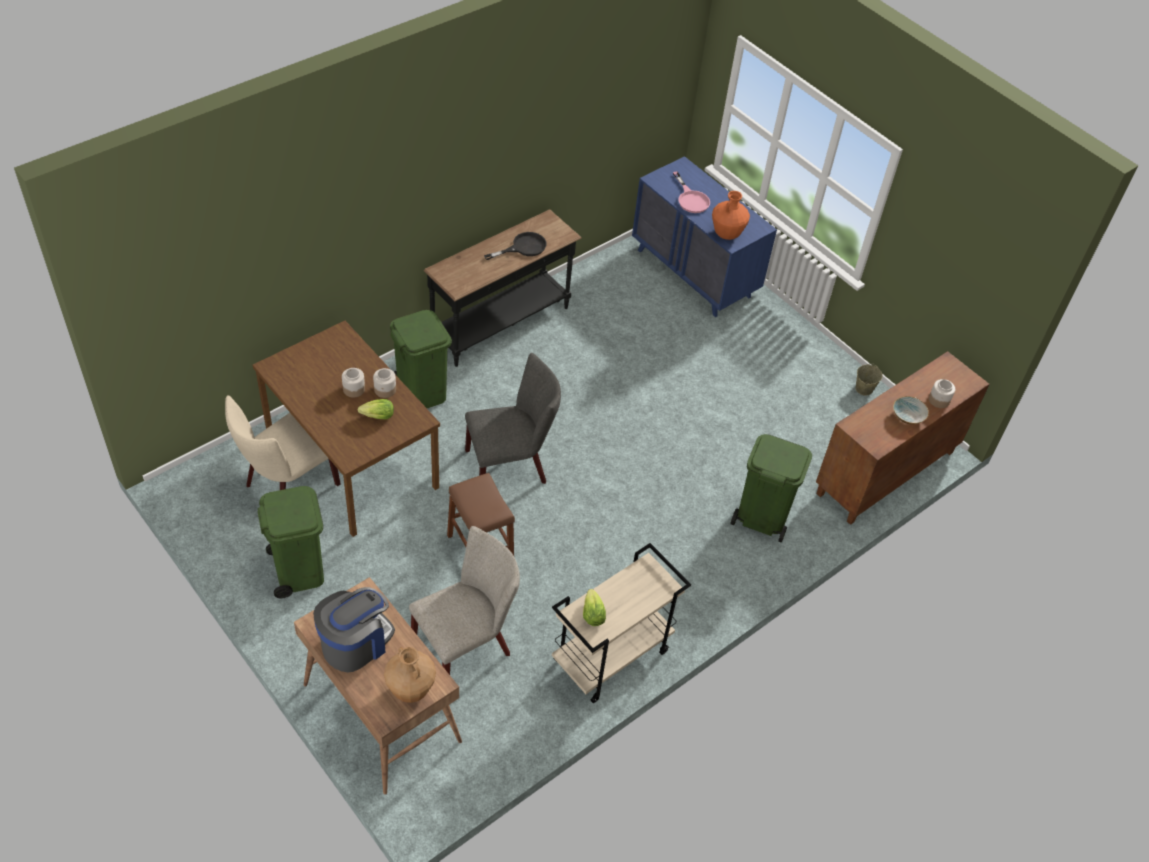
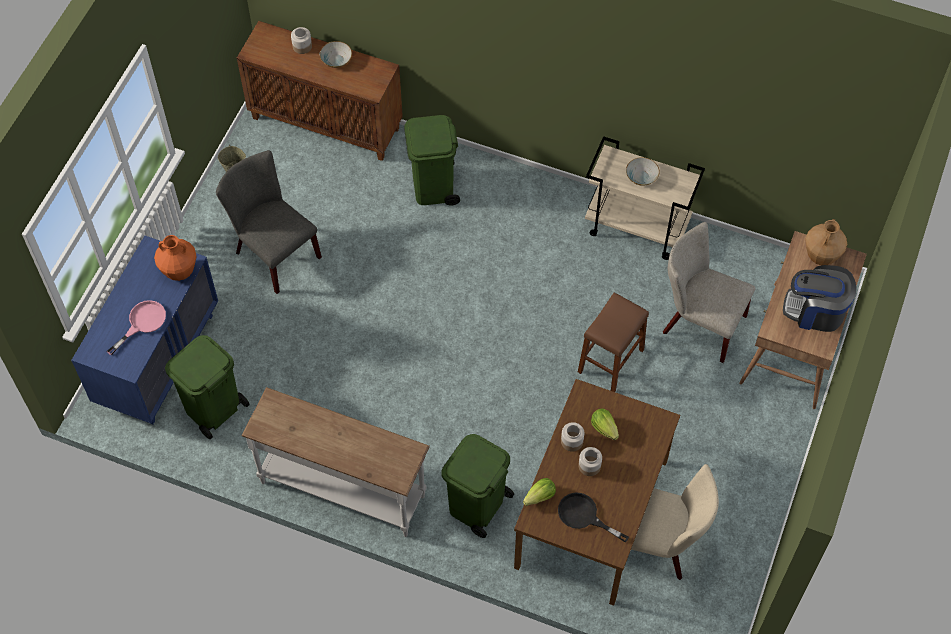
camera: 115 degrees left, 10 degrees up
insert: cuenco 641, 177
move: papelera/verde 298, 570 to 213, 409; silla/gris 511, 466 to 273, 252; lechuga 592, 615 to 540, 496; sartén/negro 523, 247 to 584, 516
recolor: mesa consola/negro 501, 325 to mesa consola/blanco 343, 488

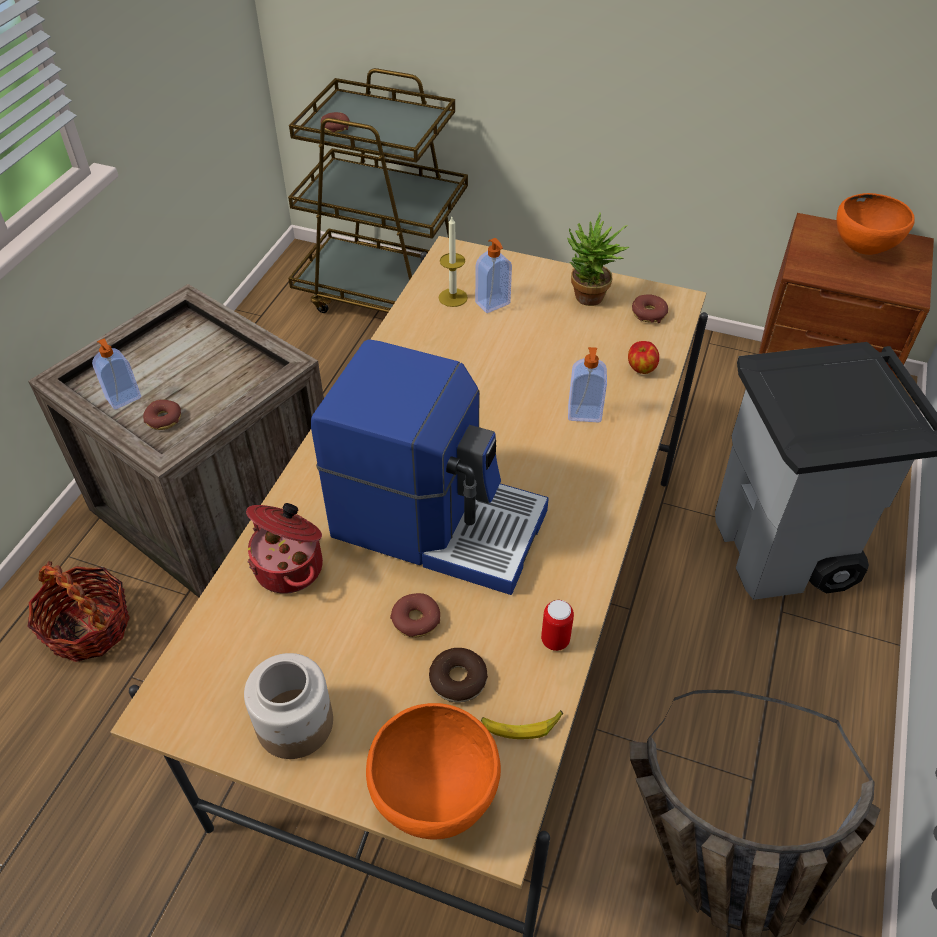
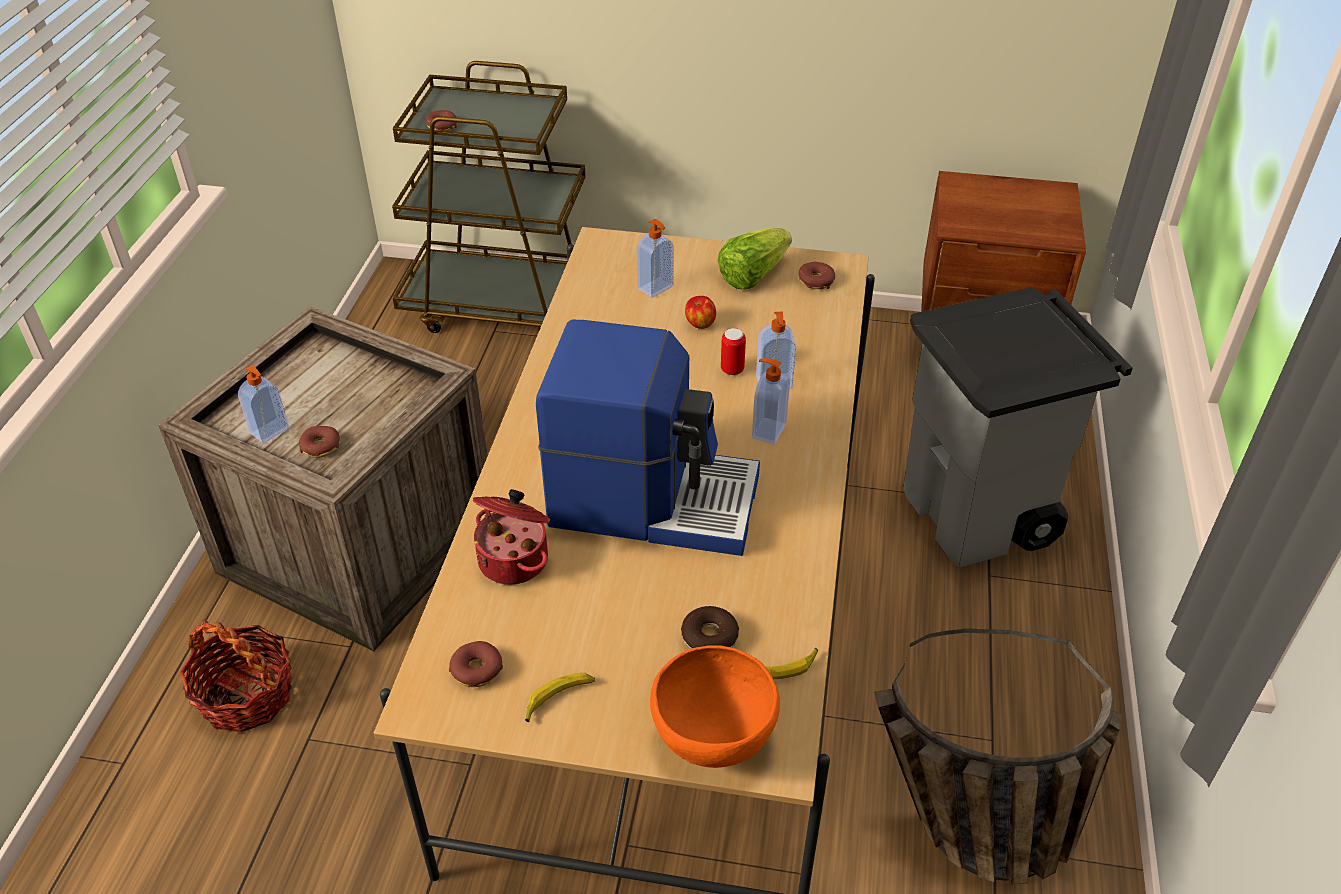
camera: 10 degrees left, 5 degrees down
delete: vela 453, 297; cuenco/naranja 863, 249
insert: dispensador de jabón 767, 431
move: rosquilla 416, 620 to 476, 670; manzana 641, 369 to 700, 324; lata 555, 640 to 732, 370
replace: tarro 294, 724 to plátano 558, 699; planta en maceta 588, 301 to lechuga 752, 275

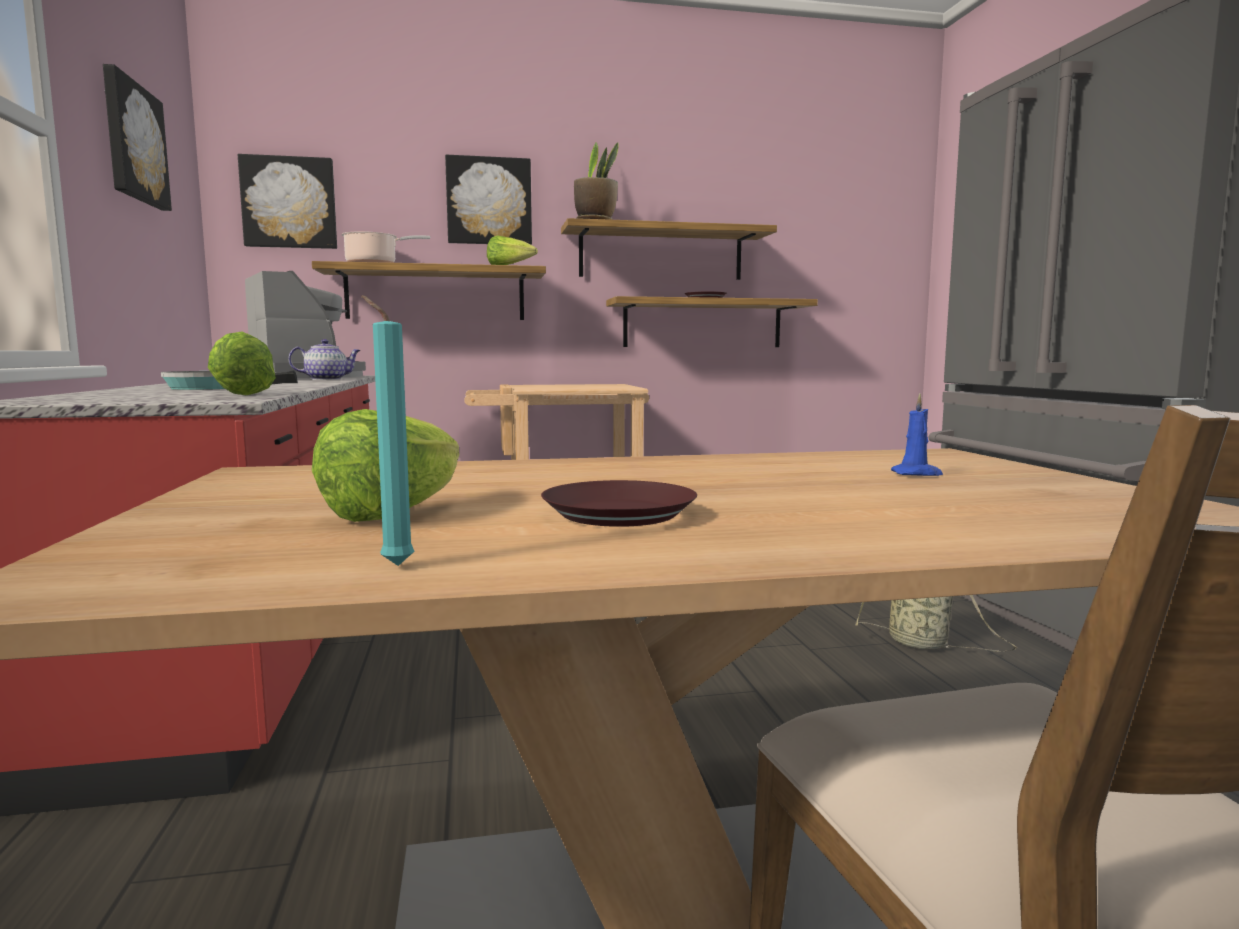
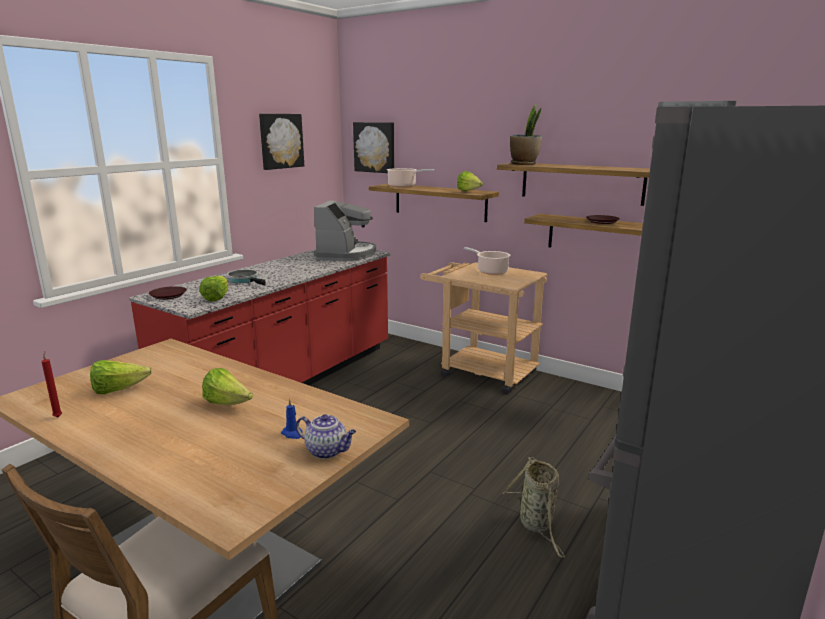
camera: 45 degrees right, 10 degrees up
delete: cuadro 489, 201
insert: lechuga 228, 403; olla 490, 271
move: plato/marrón 618, 514 to 168, 296; tetera 327, 379 to 327, 451
recolor: vela/turquesa 393, 565 to vela/rojo 58, 416

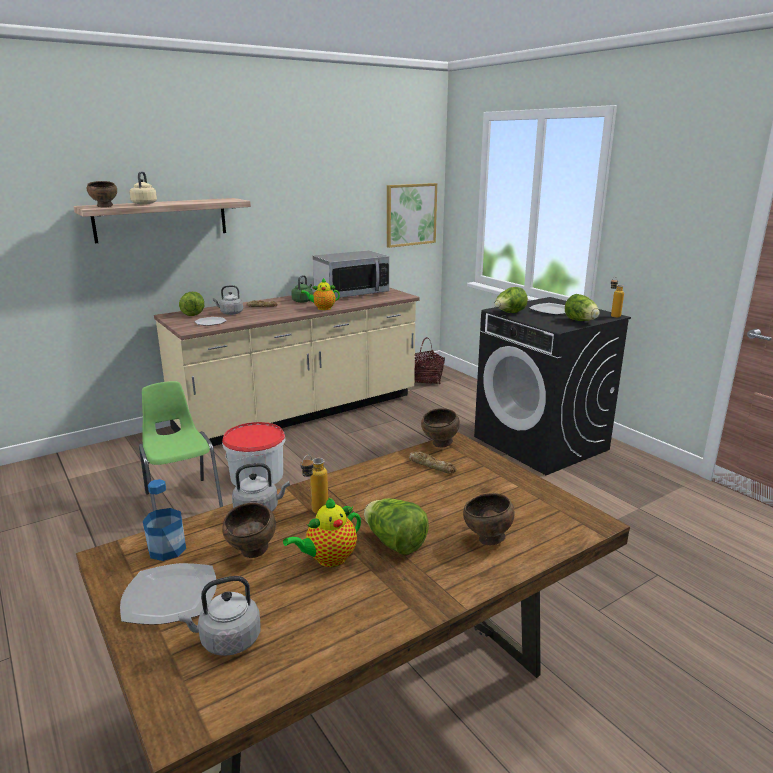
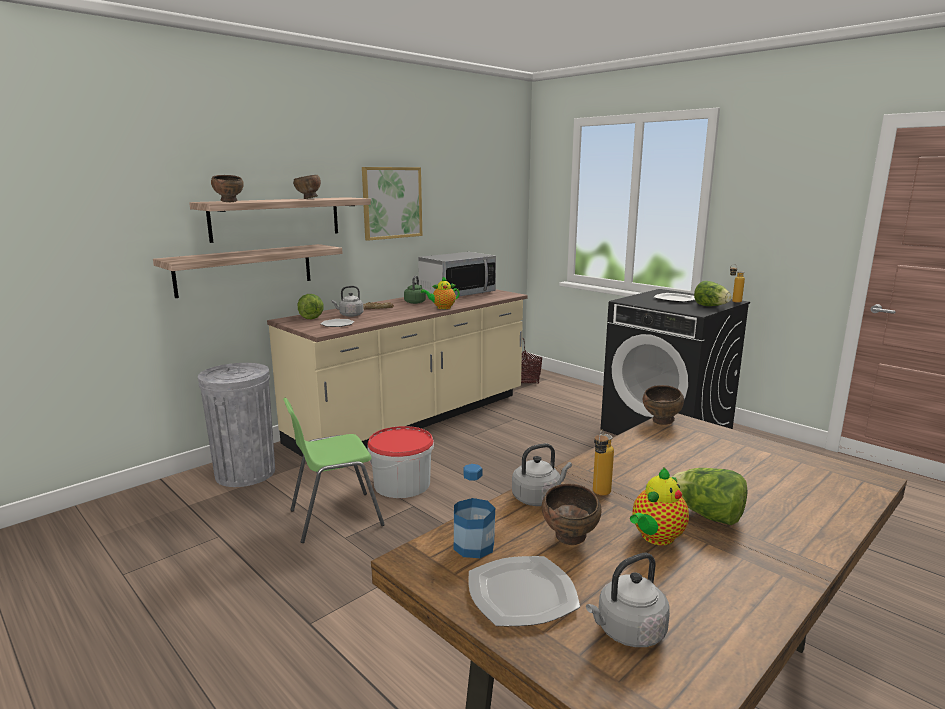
camera: 10 degrees left, 5 degrees down
delete: hervidor/beis 145, 203; pan 432, 466; lechuga 509, 313
insert: estante 245, 269; papelera/gris 245, 473
move: cuenco/marrón 487, 540 to 308, 199; cuadro 410, 214 to 392, 203
rotate: silla/verde 183, 502 = 335, 517 75 degrees counterclockwise

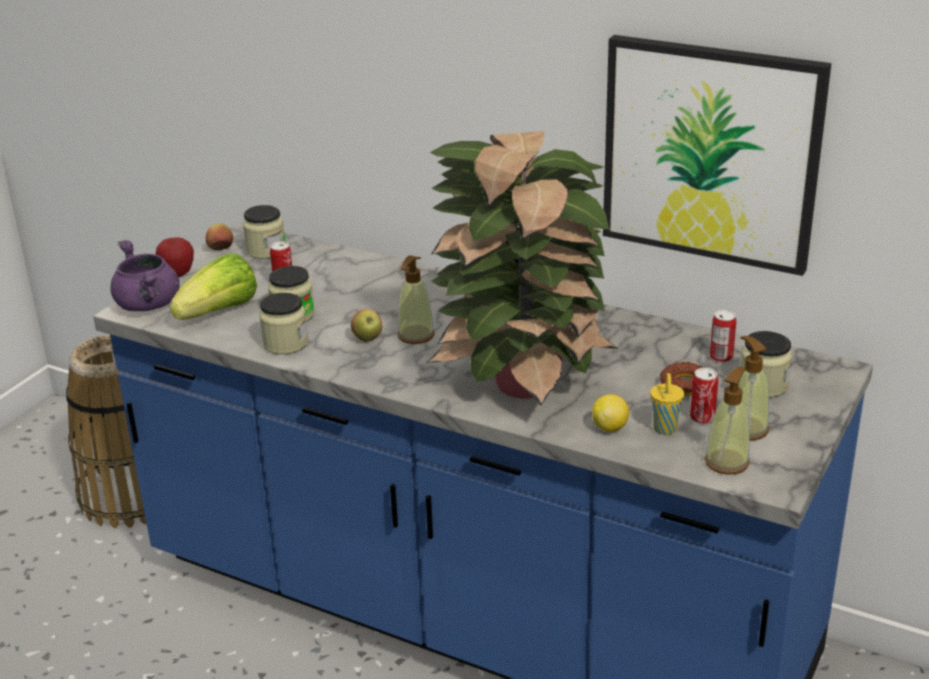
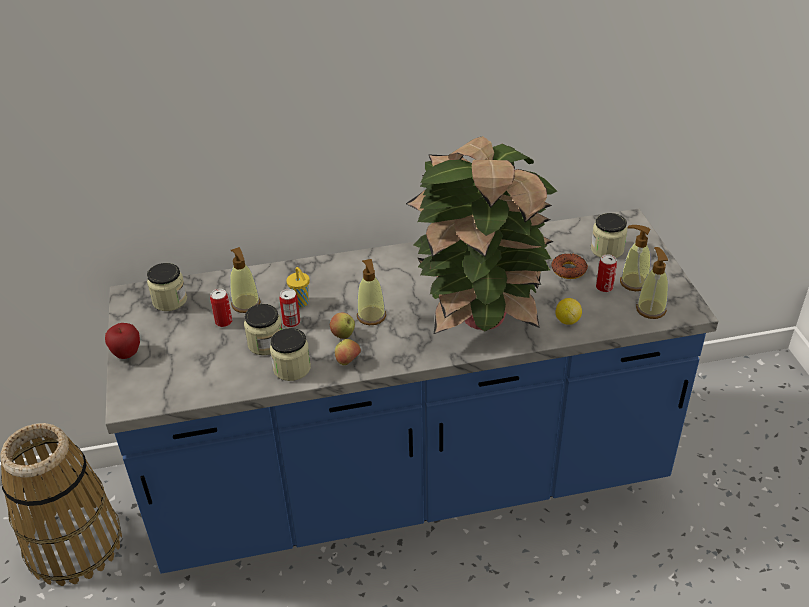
camera: 40 degrees left, 10 degrees up
delete: olla/morado 148, 305; lechuga 220, 312; cuadro 711, 153
insert: dispensador de jabón 246, 304
move: lata 721, 357 to 291, 322; taza/amarillo 665, 430 to 301, 303; manzana 221, 250 to 348, 361

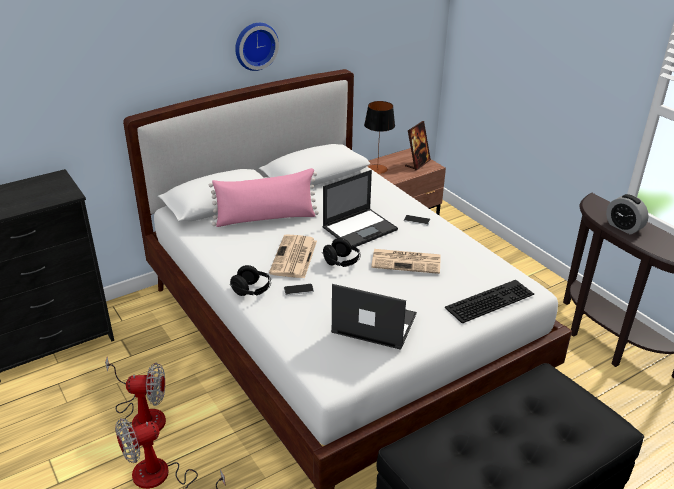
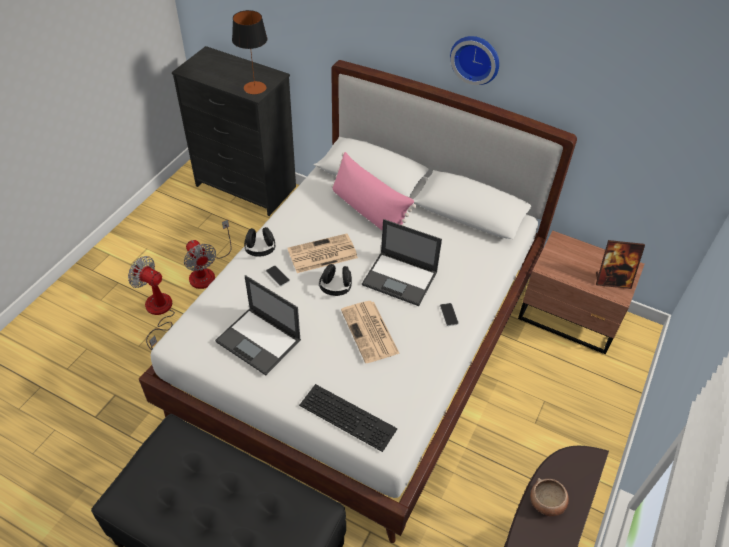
camera: 60 degrees right, 15 degrees up
move: lámpara de mesa 377, 169 to 255, 88
replace: despertador 623, 227 to cuenco 546, 503
rotate: portátil 373, 323 = 259, 341 135 degrees clockwise

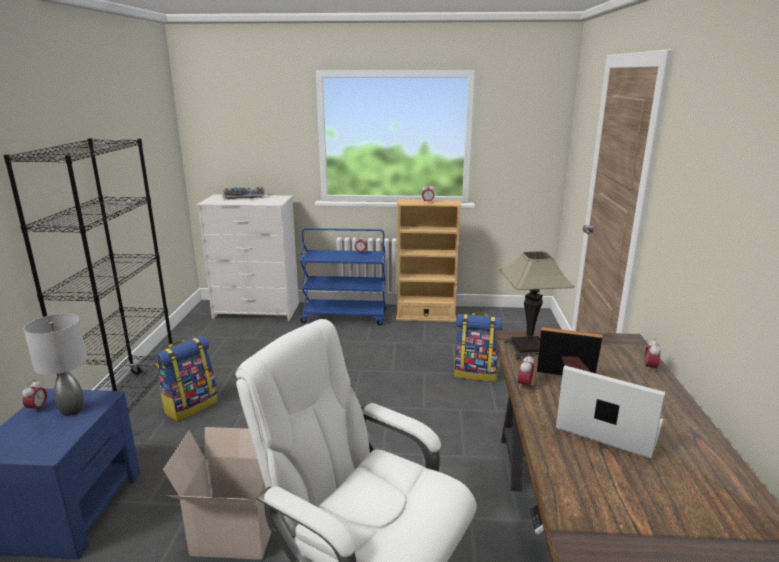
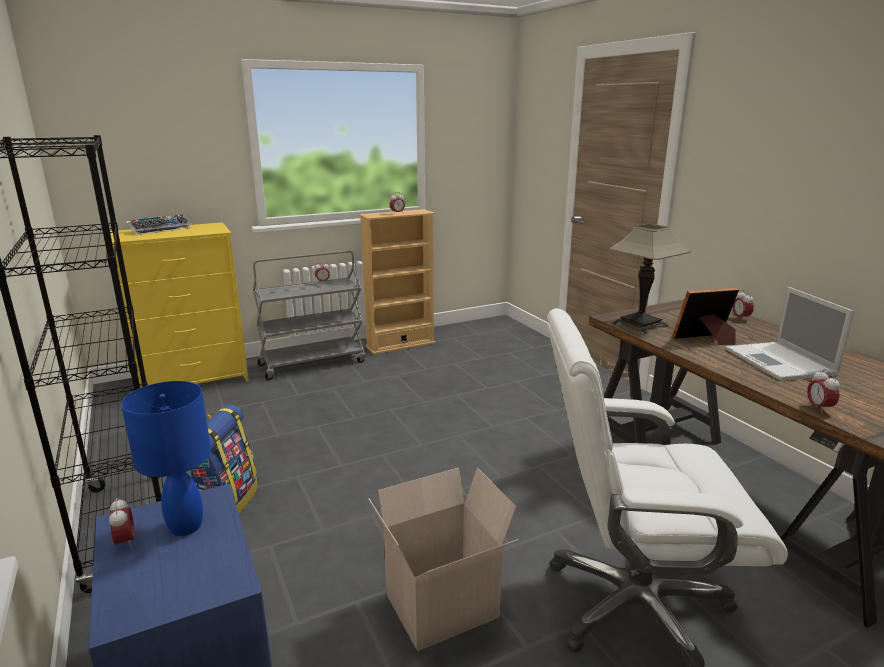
camera: 30 degrees left, 0 degrees up
delete: mochila 476, 373
move: despertador 524, 386 to 819, 408
recolor: cómoda/blanco 257, 310 to cómoda/amarillo 193, 379; lámpara de mesa/gris 71, 410 to lámpara de mesa/azul 185, 527; carrito/azul 345, 317 to carrito/gris 313, 363
rotate: portátil 607, 426 = 781, 362 105 degrees counterclockwise

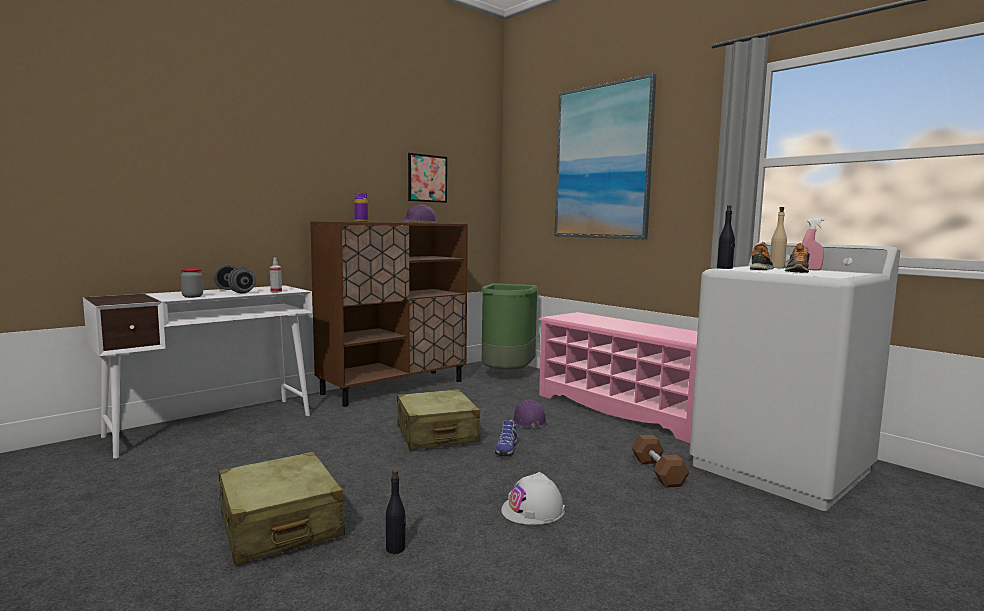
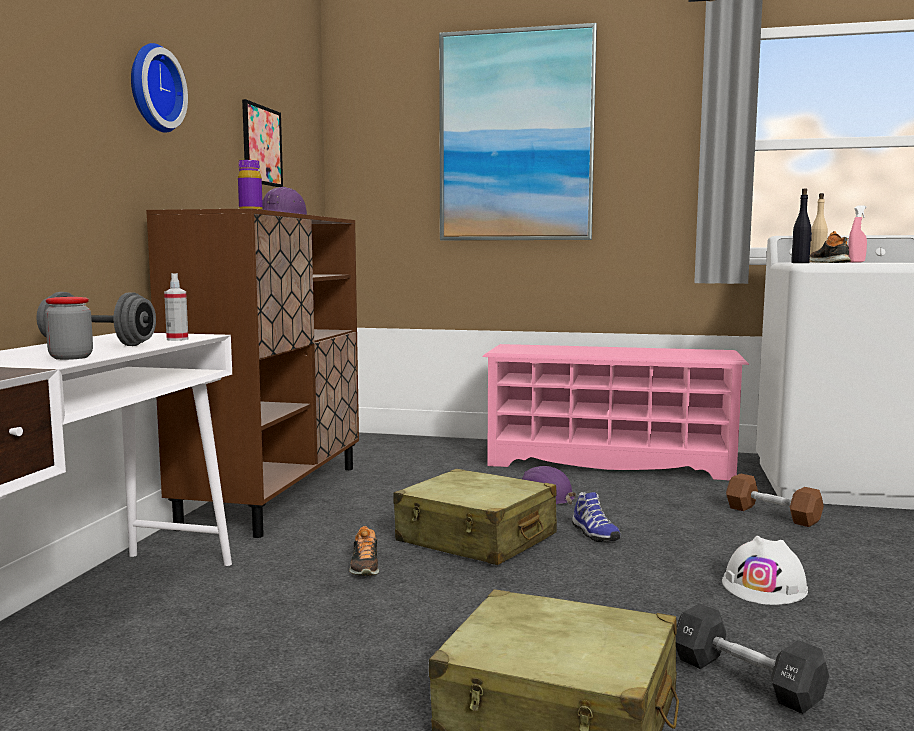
camera: 35 degrees left, 0 degrees up
delete: papelera/verde 507, 375
insert: reloj de pared 152, 88
move: zapato 797, 272 to 364, 566
replace: botella/negro 396, 548 to mancuerna/negro 746, 680

